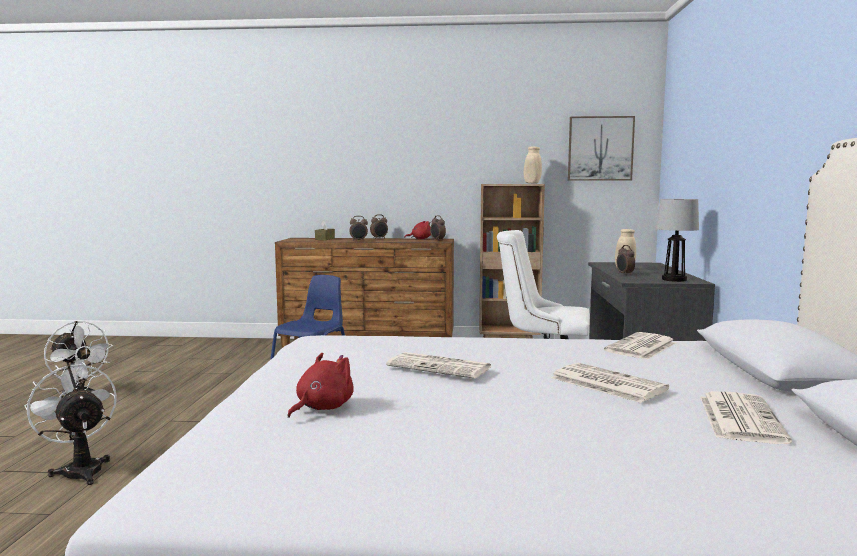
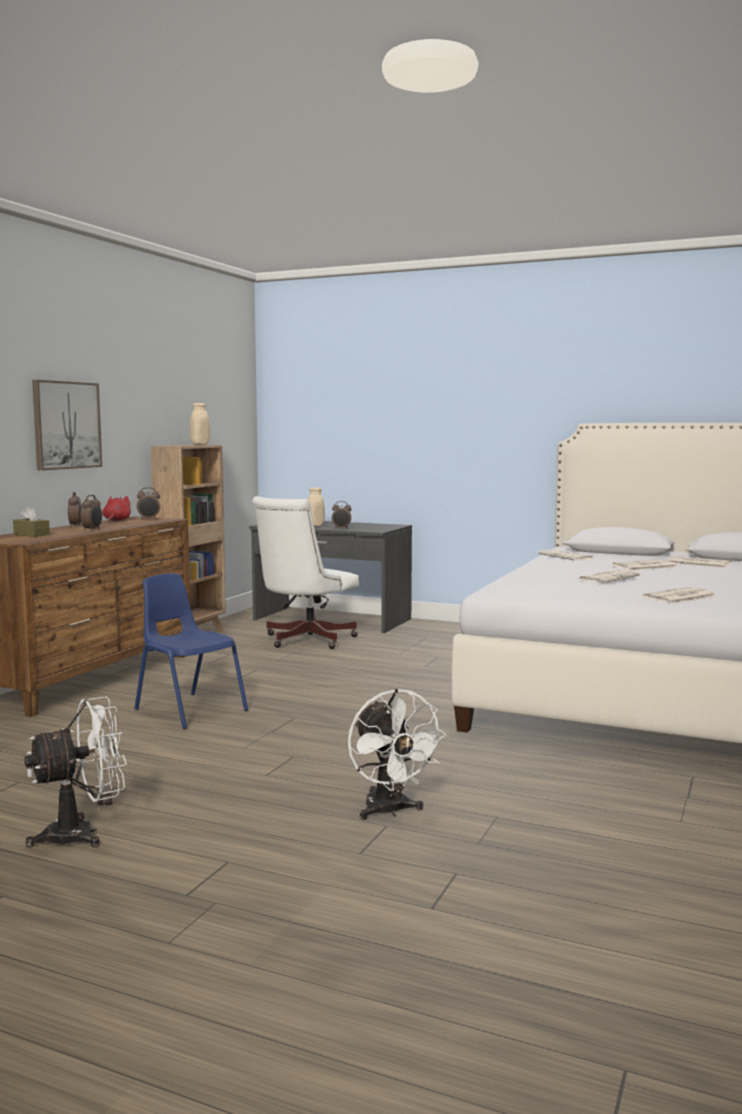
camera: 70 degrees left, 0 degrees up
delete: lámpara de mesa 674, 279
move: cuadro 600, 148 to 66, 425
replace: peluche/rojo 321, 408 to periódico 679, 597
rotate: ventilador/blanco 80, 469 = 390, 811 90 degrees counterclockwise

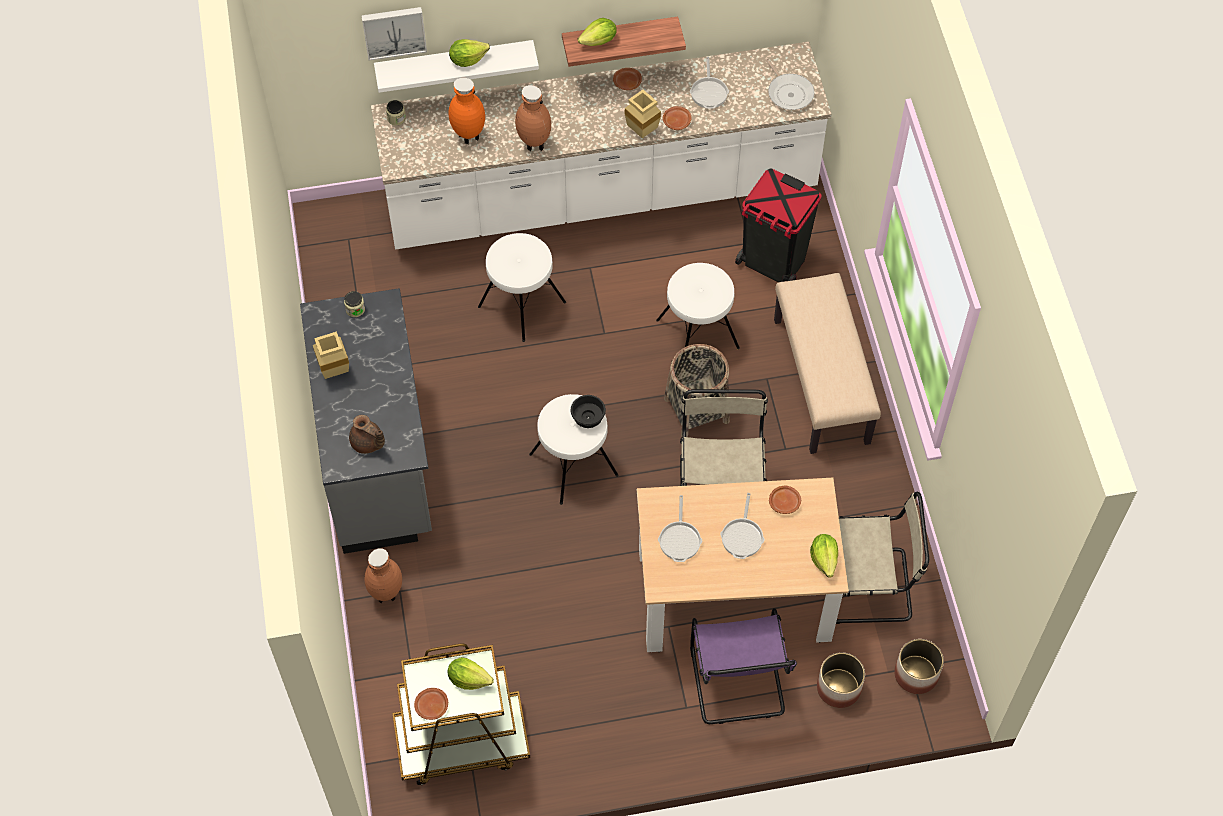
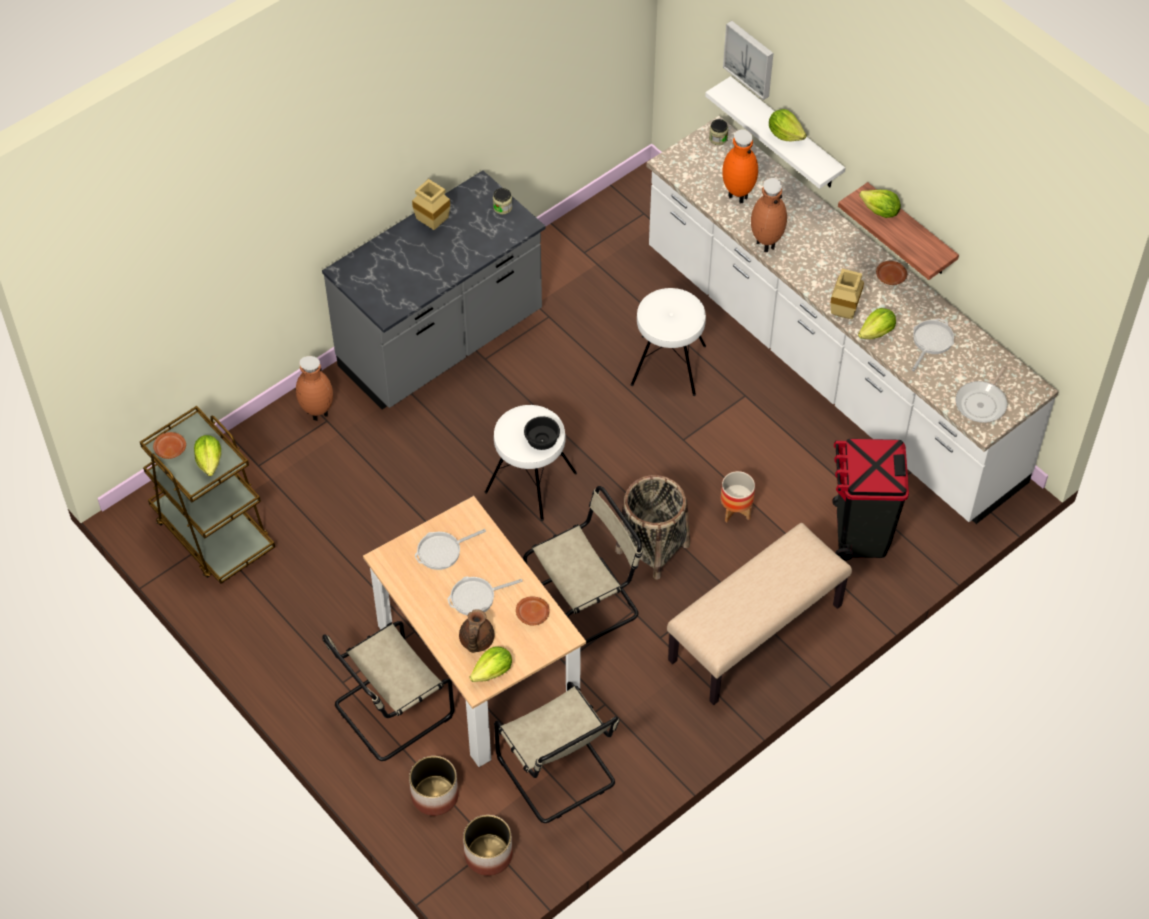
camera: 60 degrees right, 5 degrees down
move: tetera/marrón 368, 443 to 476, 641
replace: taburete/blanco 698, 333 to maceta 735, 510; plato/marrón 676, 121 to lechuga 877, 333
recolor: silla/morado 738, 684 to silla/beis 389, 712
rotate: sartén 709, 92 = 931, 341 150 degrees clockwise

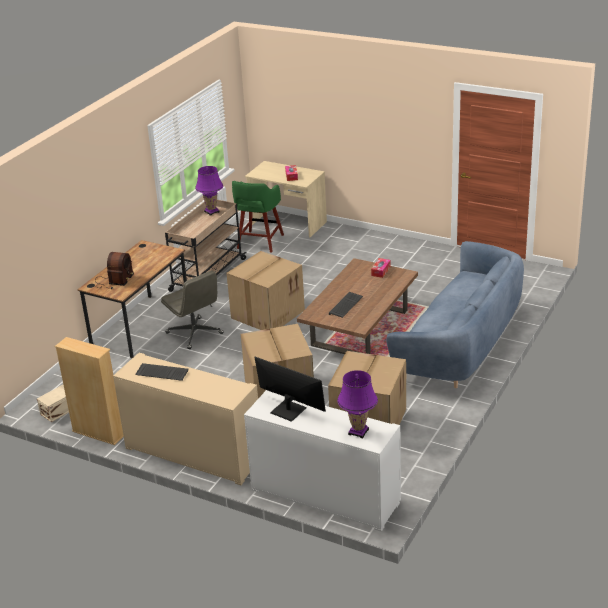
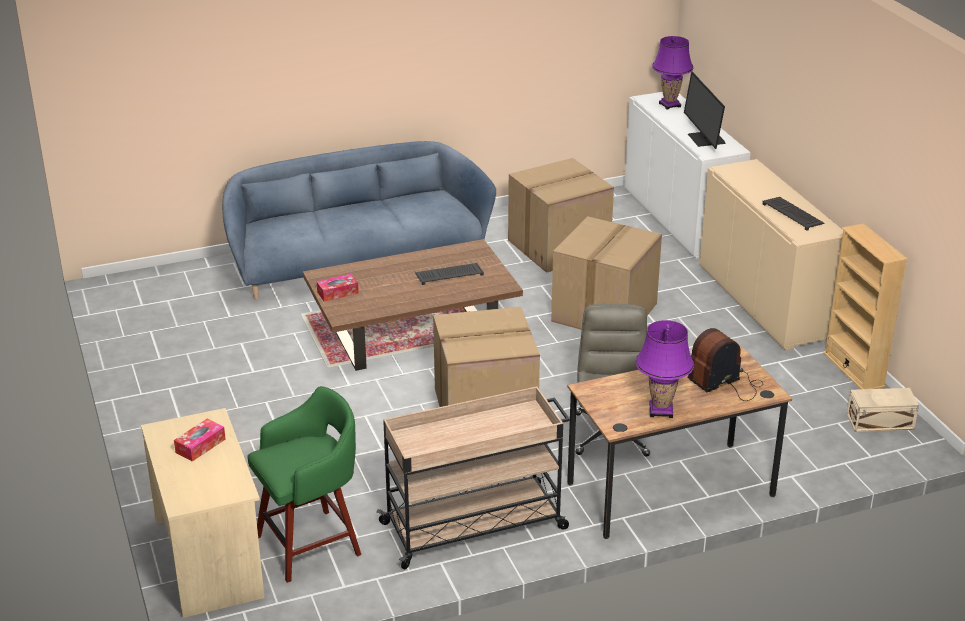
camera: 140 degrees left, 0 degrees up
move: lámpara de mesa/morado 211, 212 to 661, 411

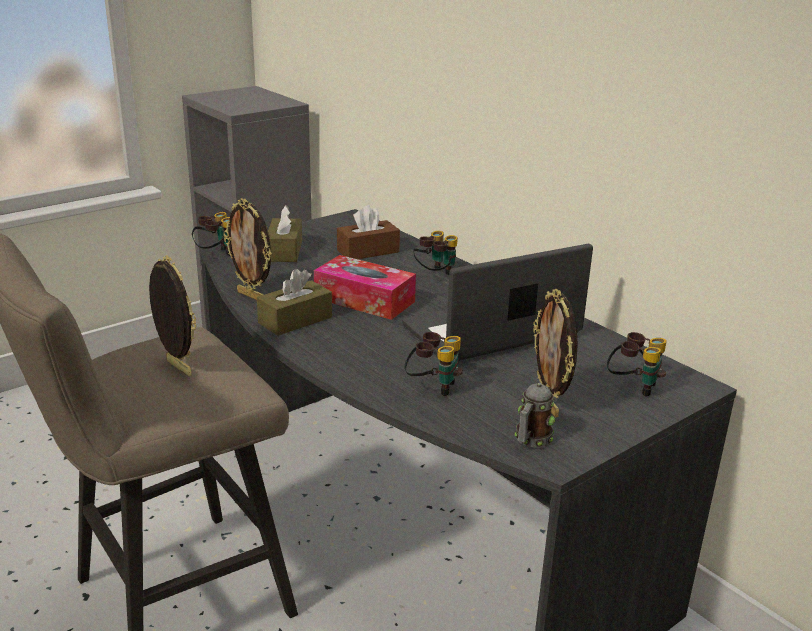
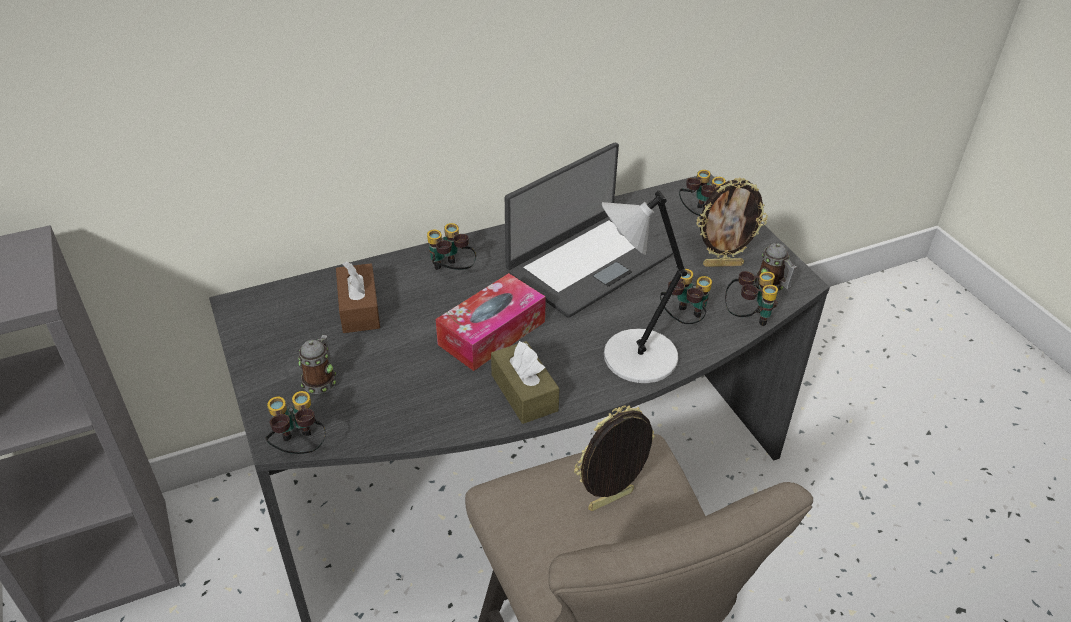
camera: 75 degrees left, 15 degrees up
delete: portarretratos 252, 296
insert: lámpara de mesa/gris 636, 358; prismáticos 747, 317
replace: caja de pañuelos/marrón 284, 251 to taza grande 321, 379
rotate: portátil 492, 331 = 588, 263 120 degrees counterclockwise

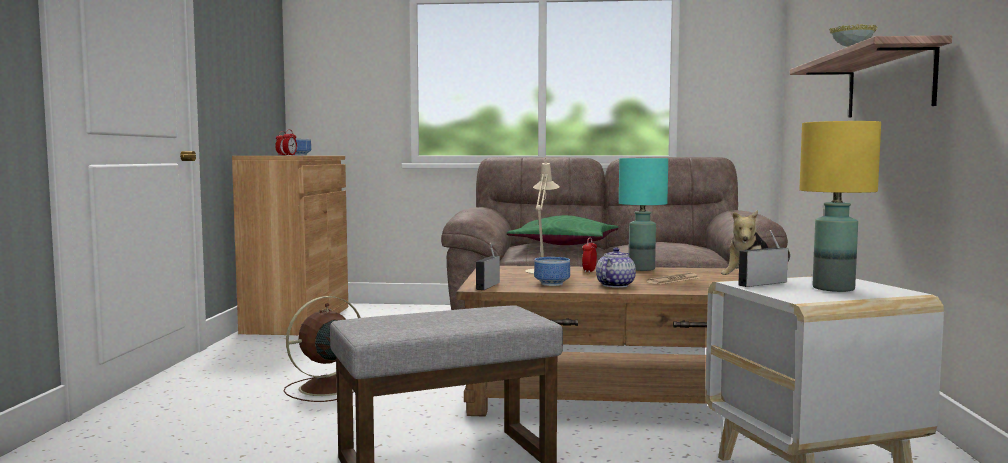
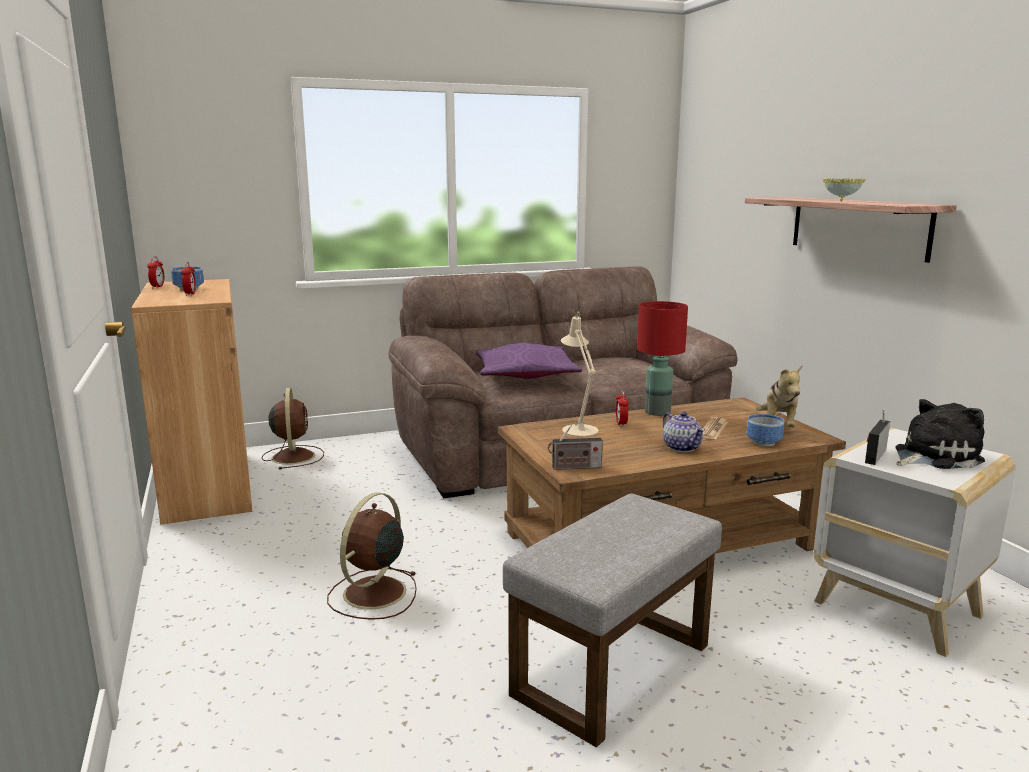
camera: 25 degrees left, 10 degrees up
insert: ventilador/marrón 293, 456
move: cuenco 550, 284 to 762, 442
replace: lámpara de mesa/amarillo 832, 288 to peluche 933, 456
recolor: cojín/verde 564, 244 to cojín/morado 524, 374; lámpara de mesa/turquesa 641, 269 to lámpara de mesa/rojo 657, 412
rotate: radio 488, 285 = 574, 467 90 degrees counterclockwise; tetera 614, 285 = 682, 447 150 degrees clockwise

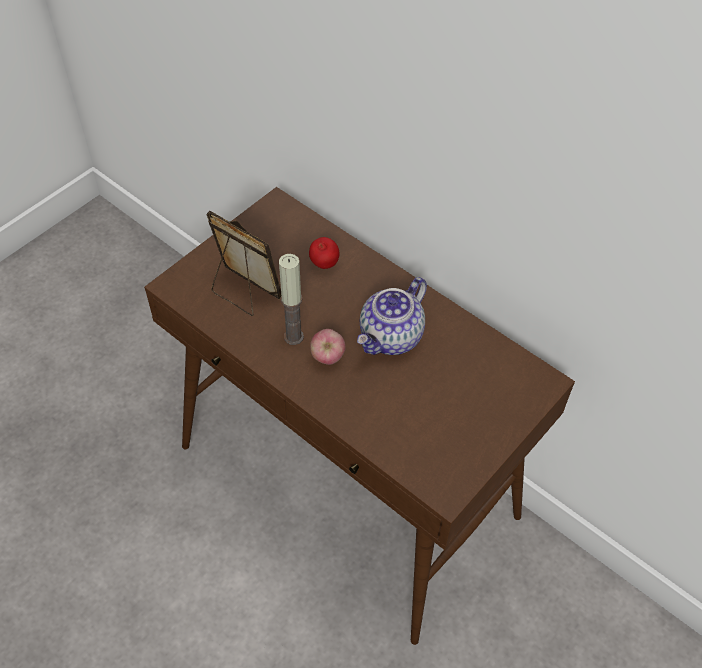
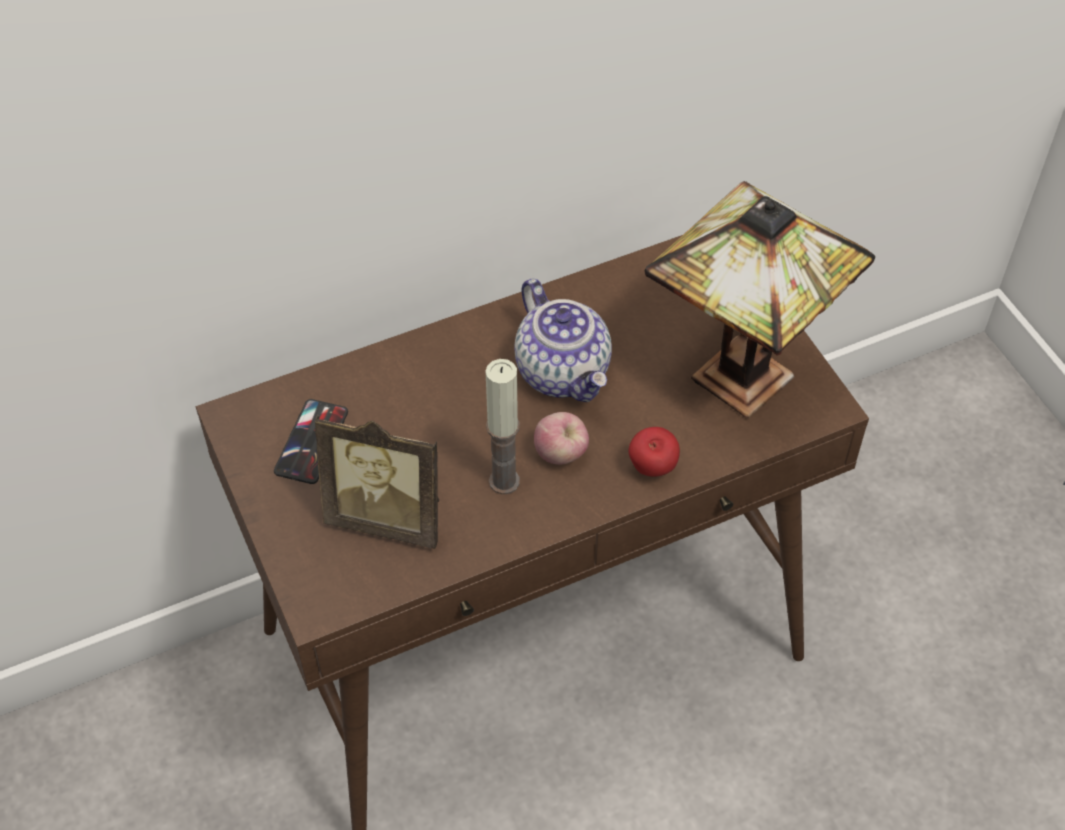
camera: 65 degrees left, 0 degrees up
insert: móvil 312, 442; lámpara de mesa 741, 384
move: manzana 324, 264 to 652, 469
rotate: portarretratos 243, 293 = 388, 516 135 degrees counterclockwise

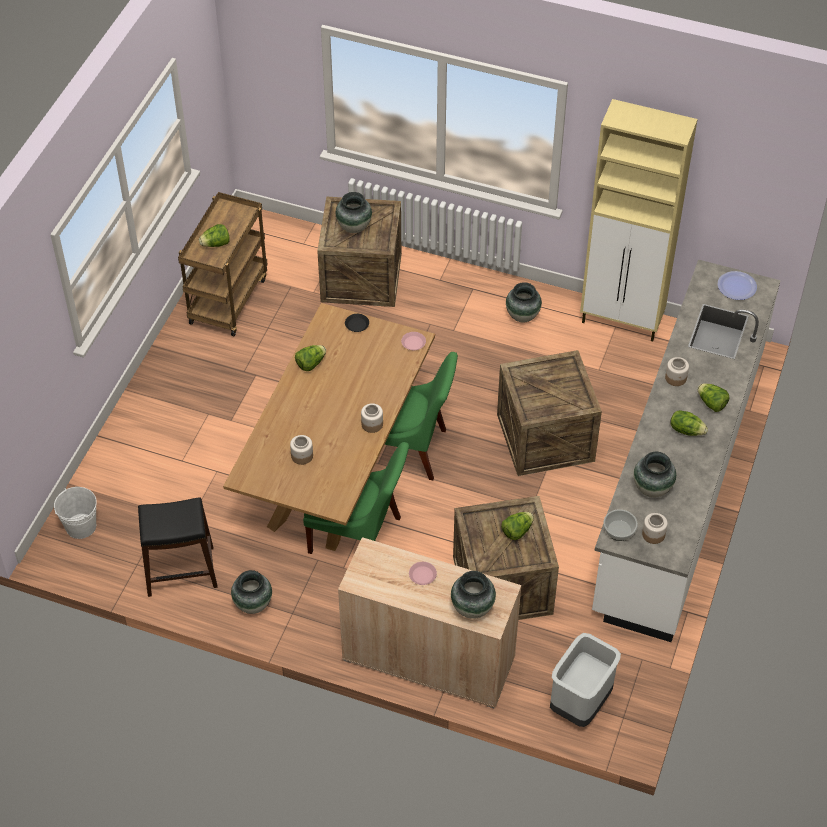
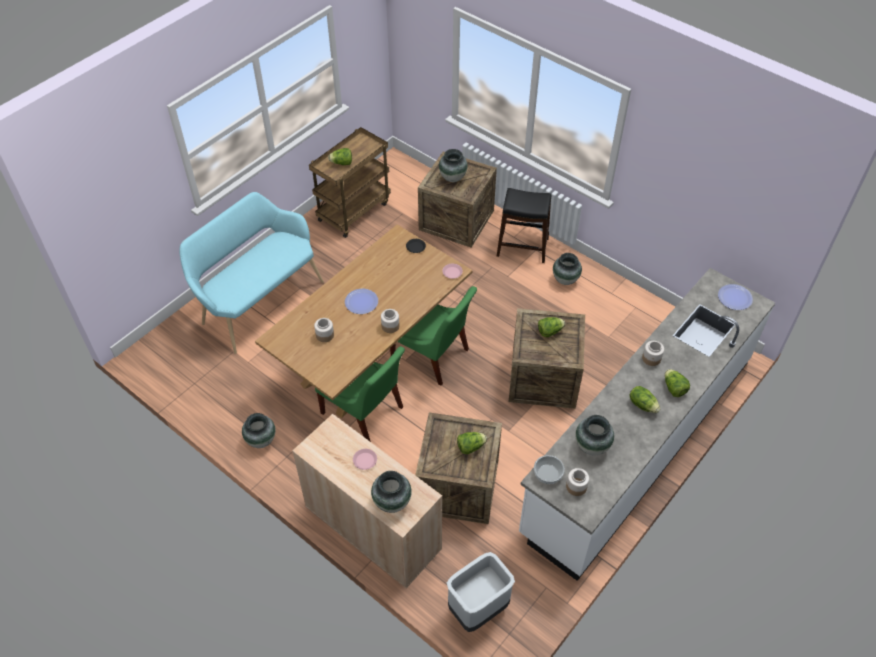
camera: 20 degrees right, 0 degrees up
delete: cubo/blanco 81, 526; armario/beis 622, 321
insert: banco/turquesa 258, 301; plato 361, 302
move: taburete/negro 180, 571 to 522, 247; lechuga 311, 364 to 550, 331

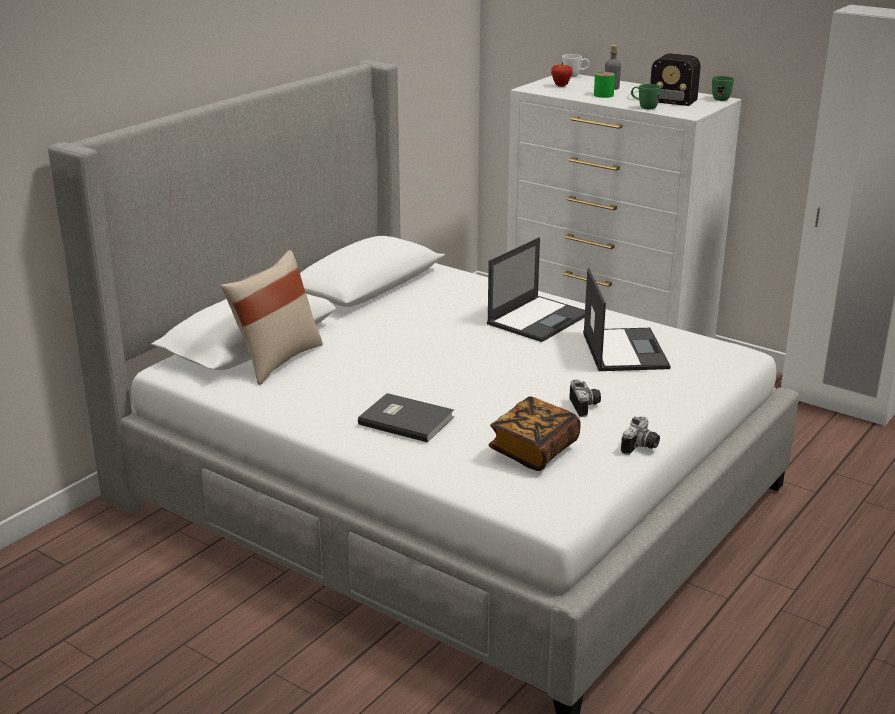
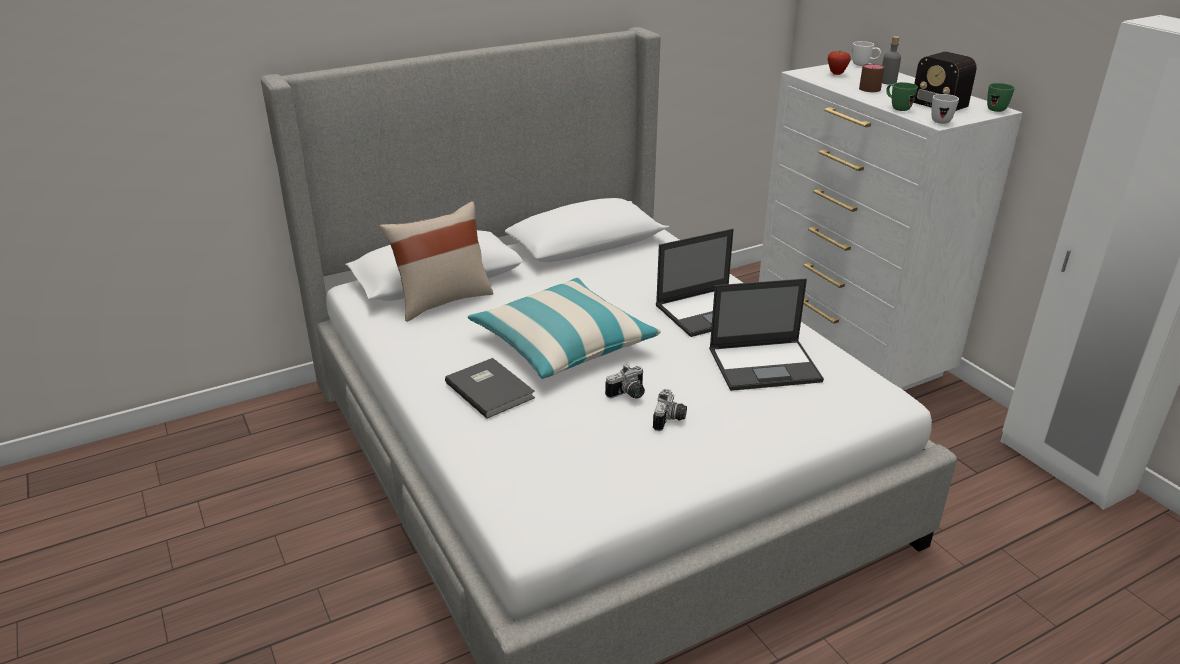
camera: 25 degrees right, 5 degrees up
delete: libro 534, 450
insert: cojín 563, 344; taza grande/blanco 941, 120
move: cámara 641, 447 to 628, 394
recolor: taza grande/verde 604, 94 to taza grande/marrón 872, 88
rotate: portátil 624, 350 = 765, 365 60 degrees clockwise

